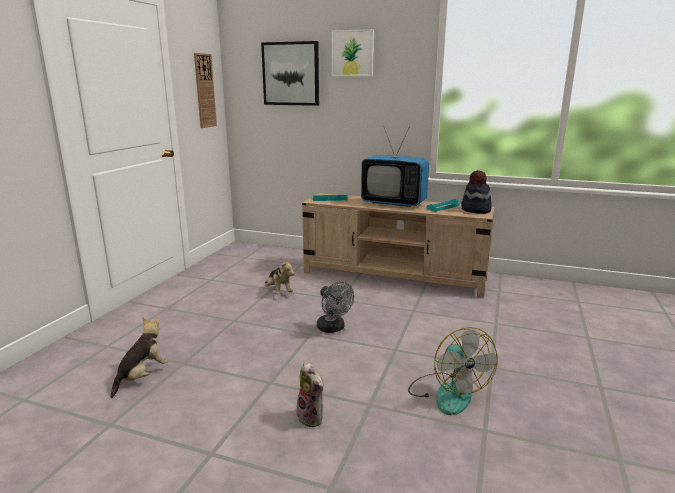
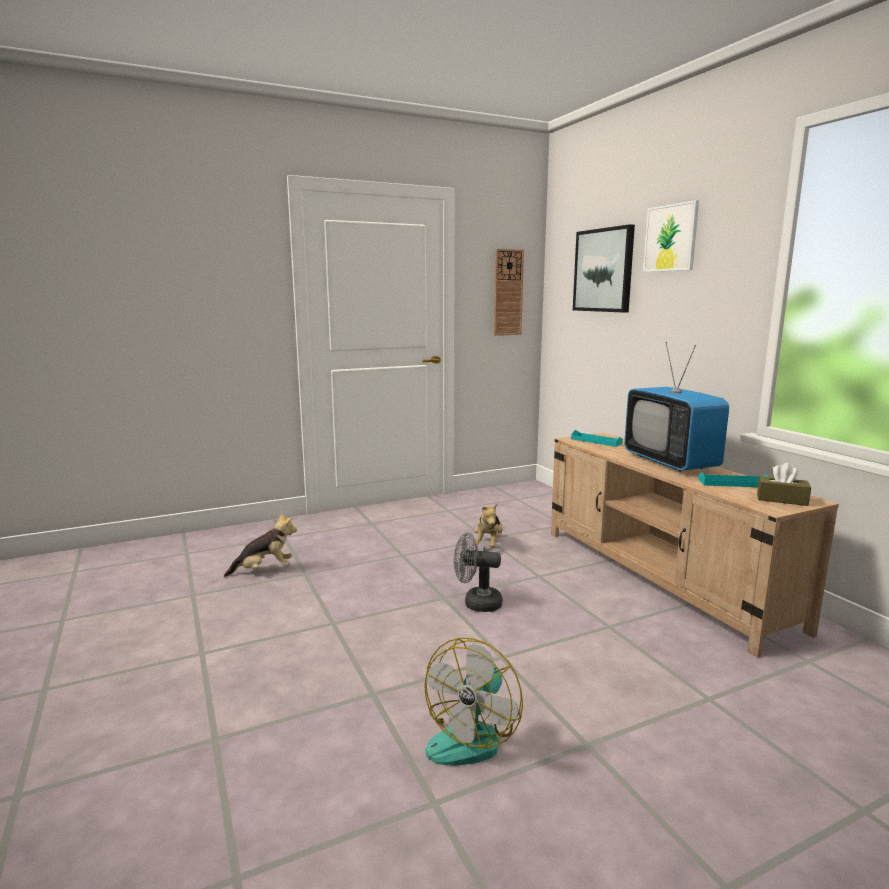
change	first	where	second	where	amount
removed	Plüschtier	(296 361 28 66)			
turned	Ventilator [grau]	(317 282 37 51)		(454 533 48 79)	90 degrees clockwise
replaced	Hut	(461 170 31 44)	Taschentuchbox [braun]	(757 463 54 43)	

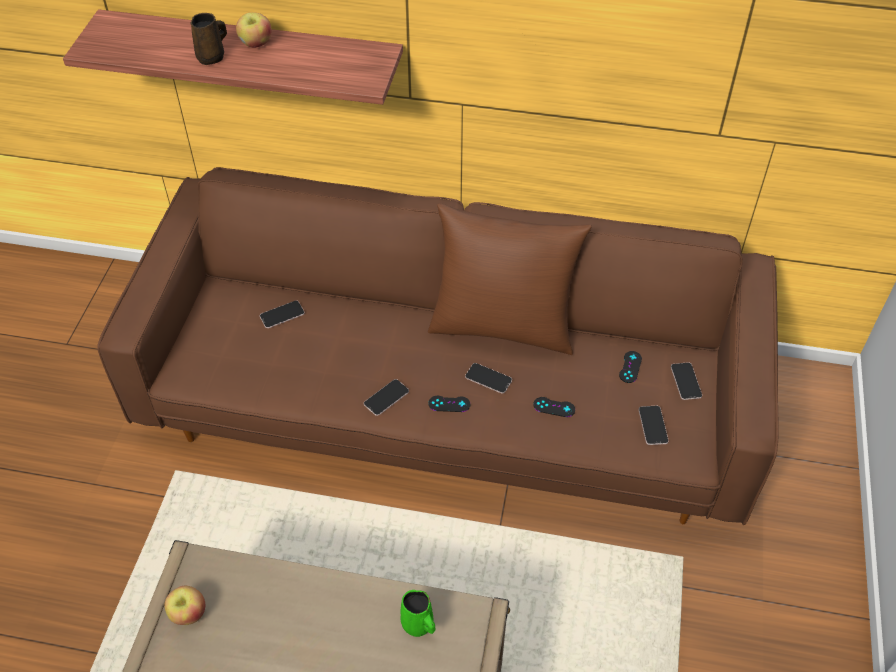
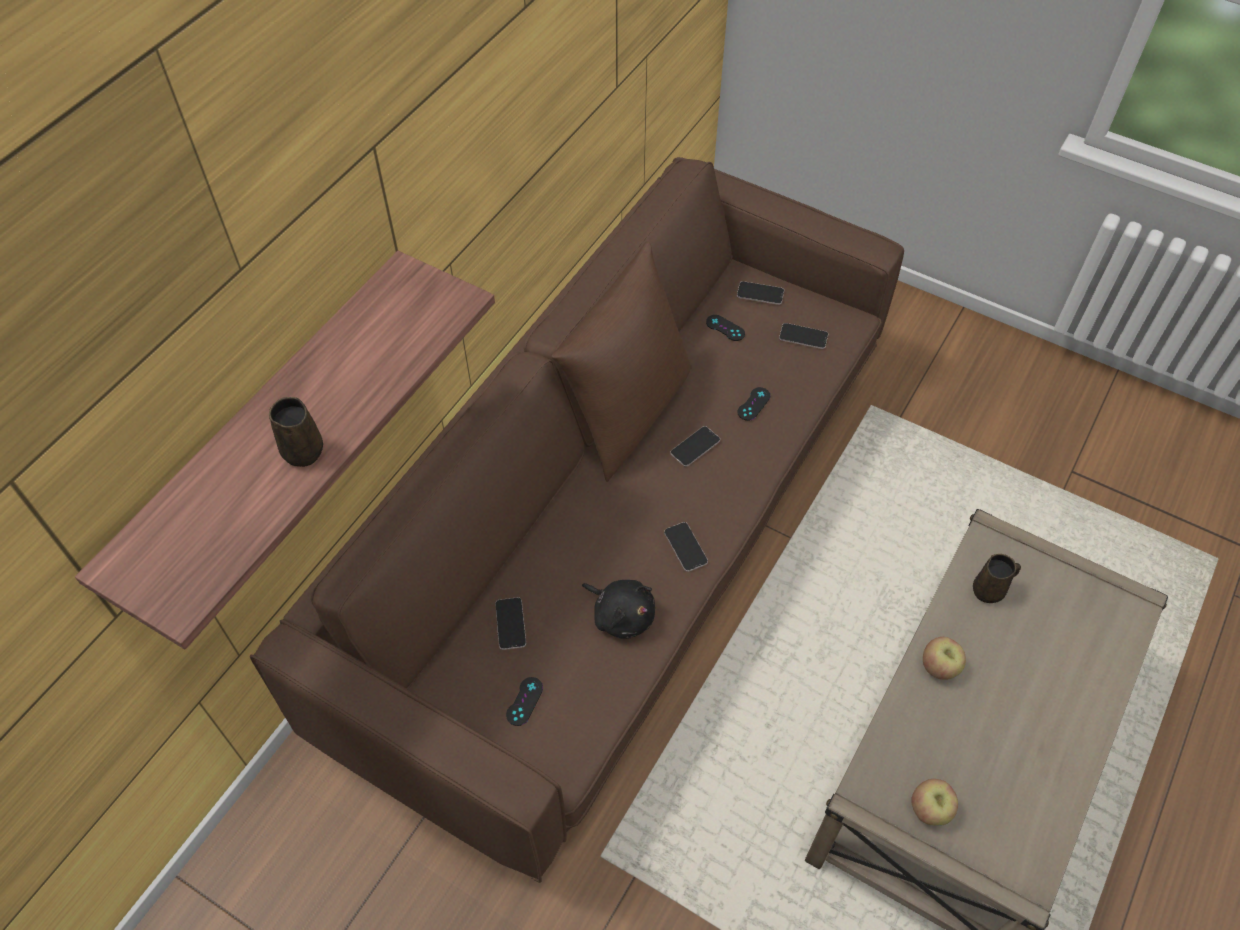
change	first	where	second	where	amount
moved	Apfel	(236 12 36 36)		(923 637 43 43)	
recoloured	Henkelbecher [grün]	(401 590 34 47)	Henkelbecher [braun]	(973 554 48 49)	
moved	Gamepad [schwarz]	(428 396 42 16)		(506 677 37 49)	
added			Plüschtier [schwarz]	(582 580 73 59)	

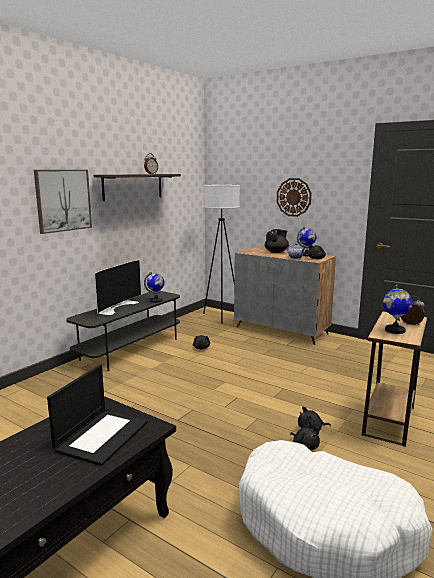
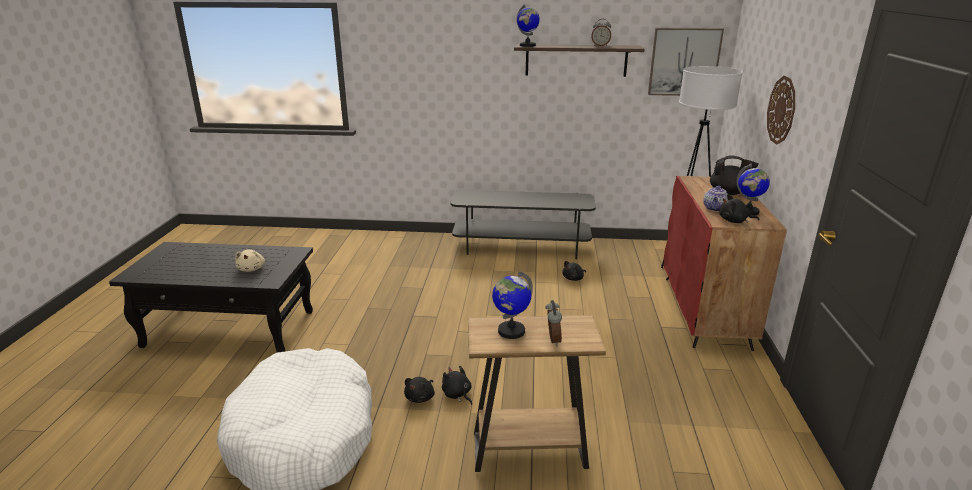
change	first	where	second	where	amount
moved	Bild	(34 170 58 64)		(648 28 76 68)	
replaced	Laptop	(47 364 101 102)	Plüschtier [beige]	(235 249 30 23)	
removed	Fernseher	(94 260 47 55)			
moved	Globus	(144 272 21 31)		(517 4 23 43)	
recoloured	Schrank [grau]	(234 247 102 98)	Schrank [rot]	(664 176 123 175)	

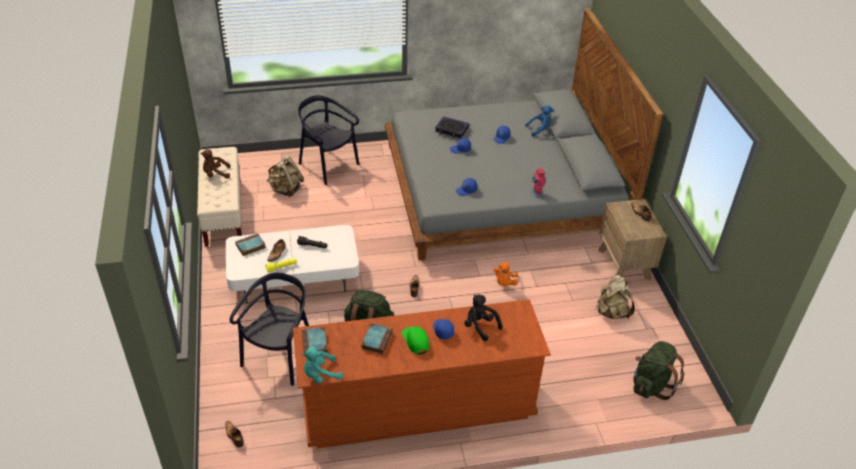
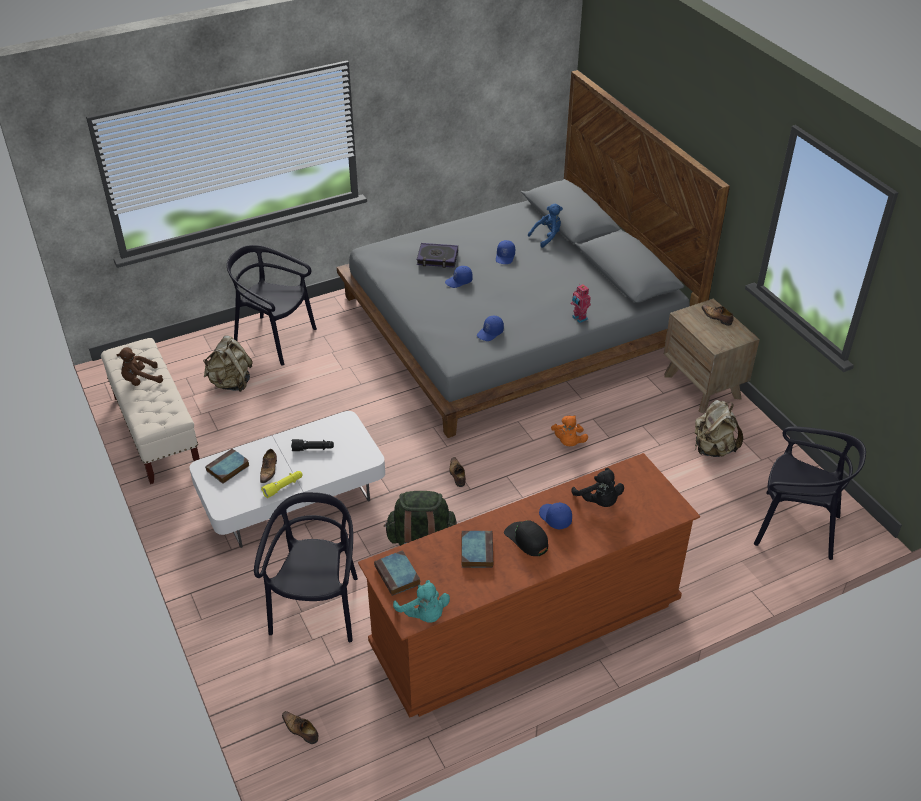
change	first	where	second	where	amount
turned	Plüschtier [türkis]	(302 346 41 38)		(393 580 57 43)	90 degrees counterclockwise
recoloured	Kappe [grün]	(402 327 27 27)	Kappe [schwarz]	(504 520 44 36)	
turned	Plüschtier [schwarz]	(464 294 39 47)		(571 468 53 39)	150 degrees counterclockwise
replaced	Rucksack [grün]	(633 341 51 59)	Stuhl [schwarz]	(754 426 112 134)	

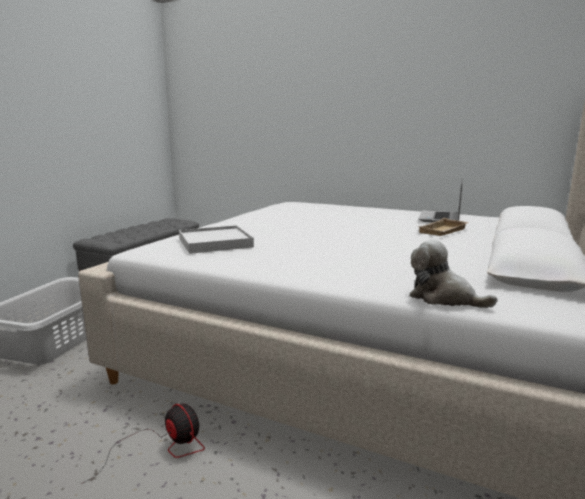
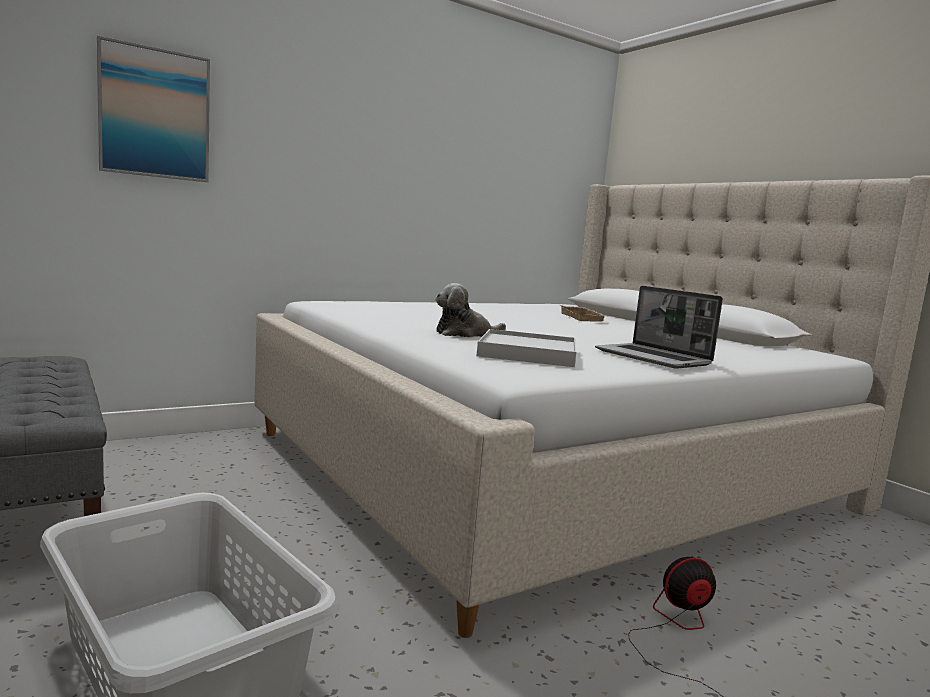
change	first	where	second	where	amount
moved	Plüschtier	(409 240 89 68)		(435 283 71 54)	
moved	Laptop	(418 180 44 43)		(595 286 128 83)	
added			Bild	(97 36 113 146)	

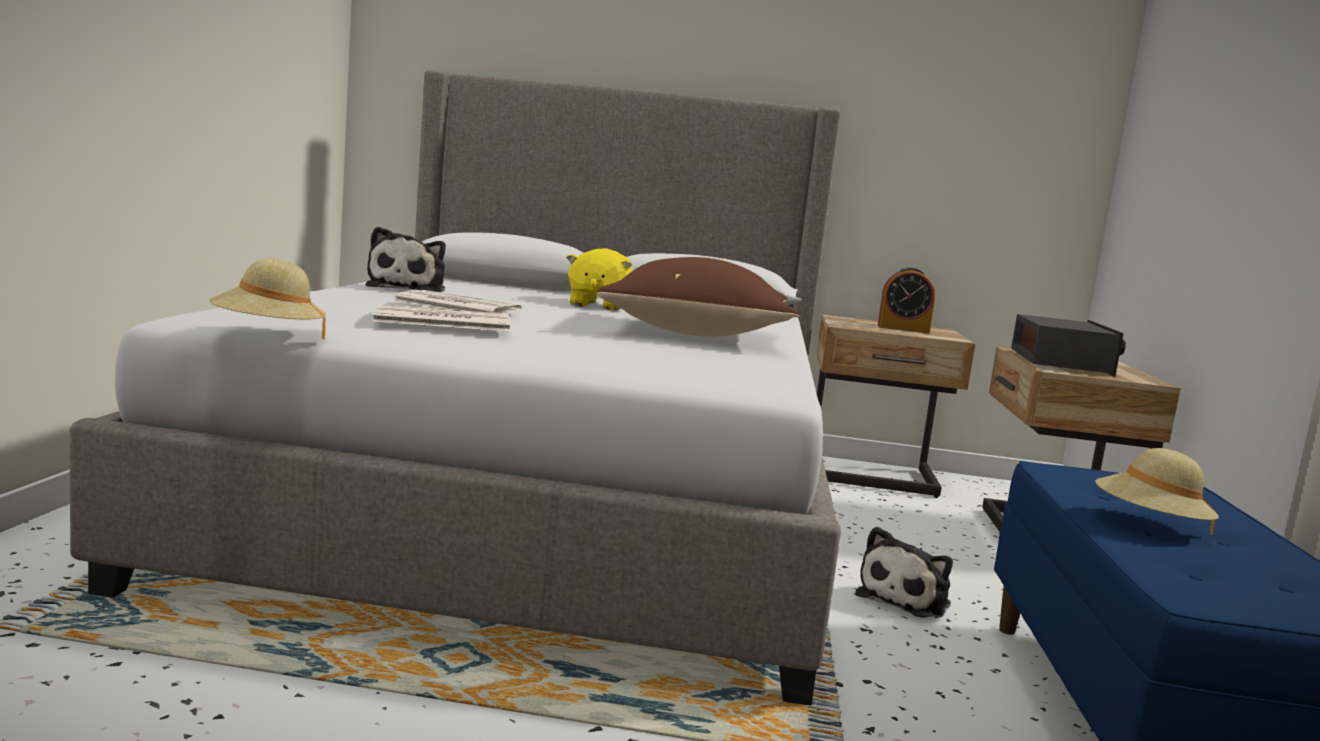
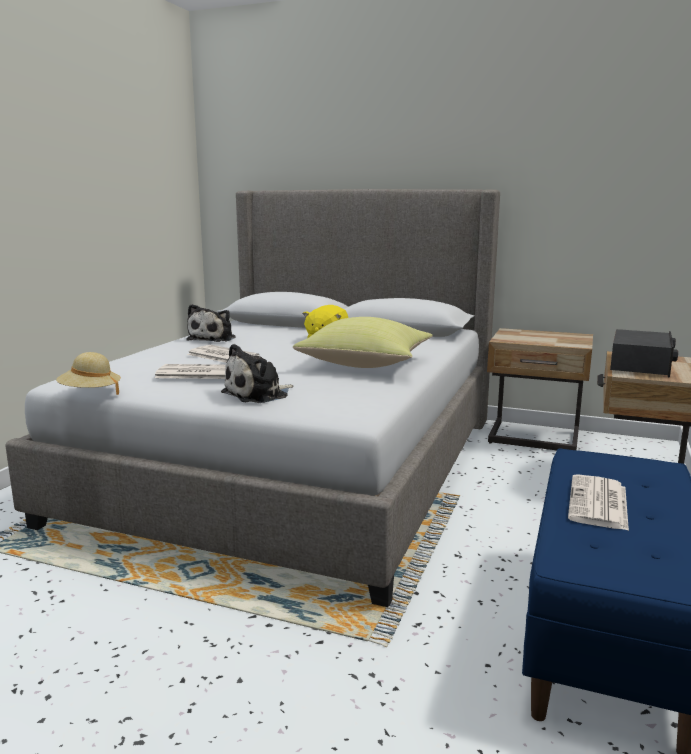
change	first	where	second	where	amount
recoloured	Kissen [braun]	(597 257 202 80)	Kissen [gelb]	(293 317 140 51)	
moved	Plüschtier	(855 526 98 92)		(221 344 72 59)	
removed	Wecker	(878 267 57 67)			
replaced	Hut [beige]	(1095 448 124 87)	Zeitung	(568 474 61 57)	

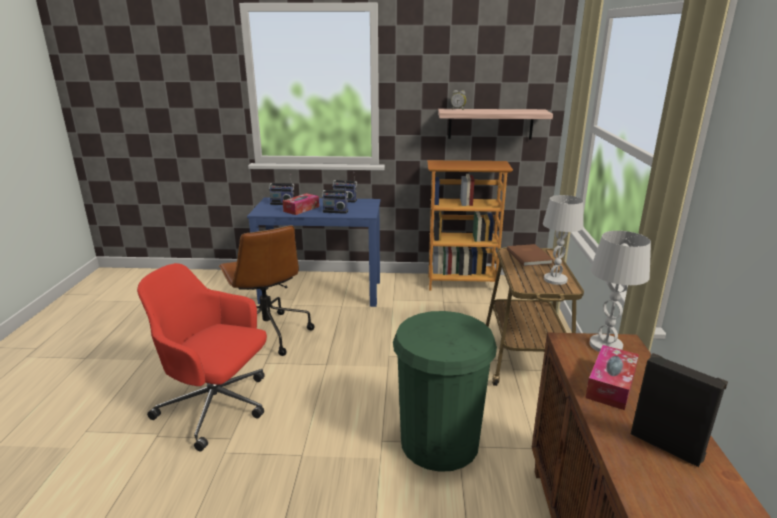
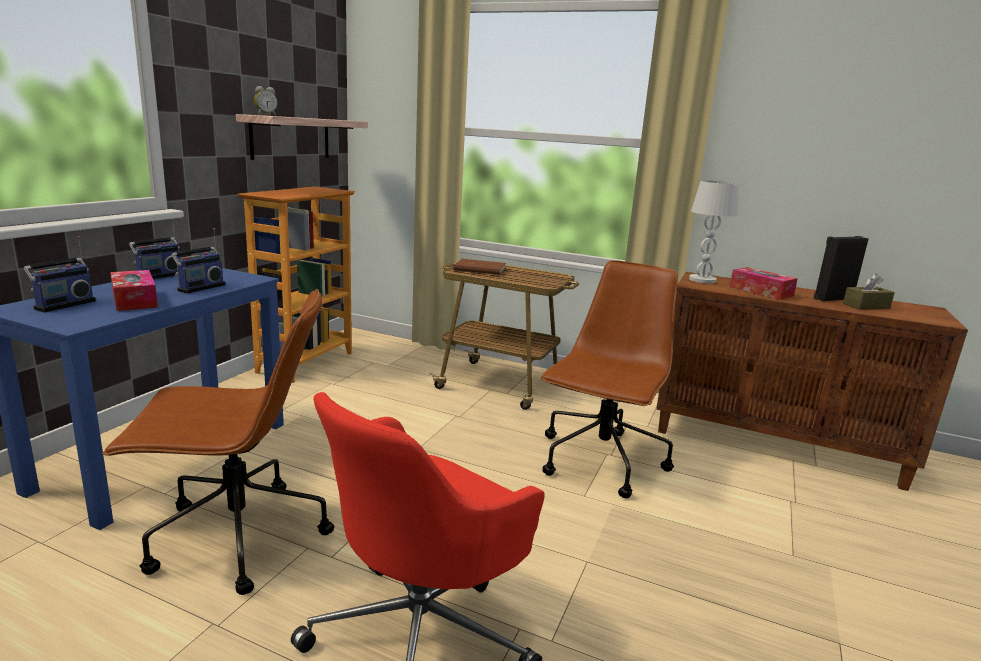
change	first	where	second	where	amount
replaced	Mülleimer [grün]	(393 311 104 161)	Bürostuhl [braun]	(541 260 137 239)	
removed	Tischlampe [weiß]	(543 195 41 90)			
added			Taschentuchbox [braun]	(843 274 52 36)	

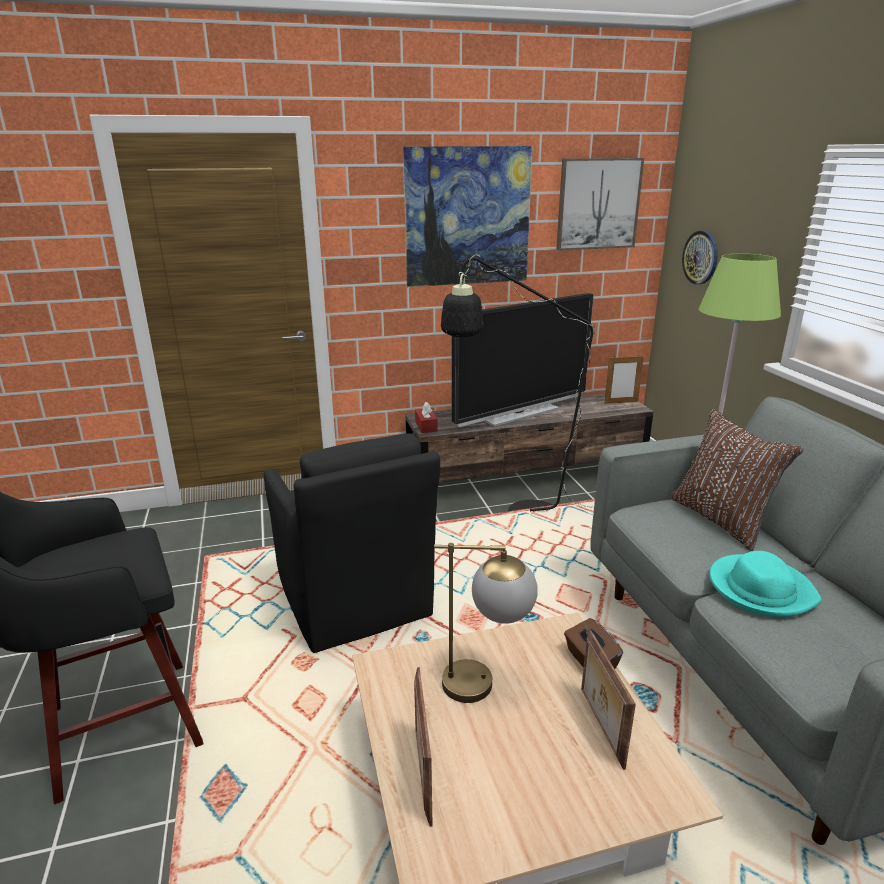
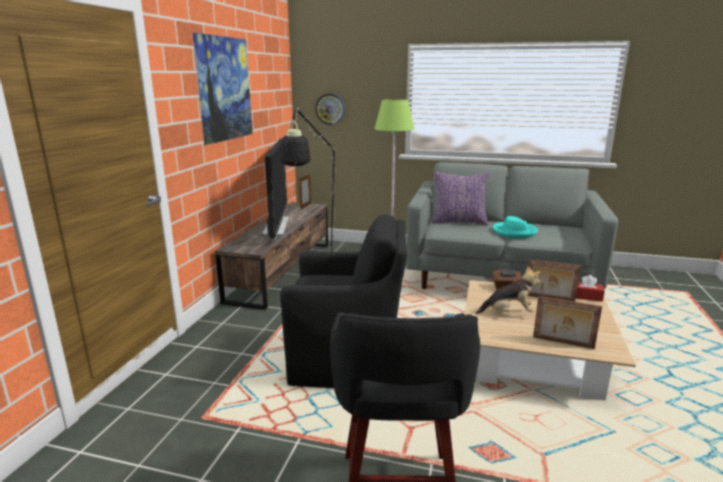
change	first	where	second	where	amount
moved	Taschentuchbox [rot]	(415 402 22 31)		(576 275 29 27)	
replaced	Tischlampe	(434 543 104 160)	Plüschtier	(476 266 64 48)	
removed	Bild	(556 158 88 93)			
recoloured	Kissen [braun]	(670 409 134 142)	Kissen [lila]	(431 172 59 53)	

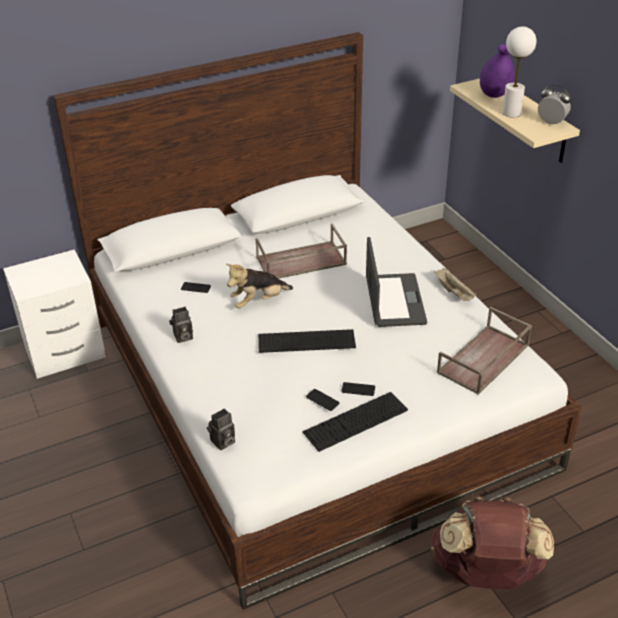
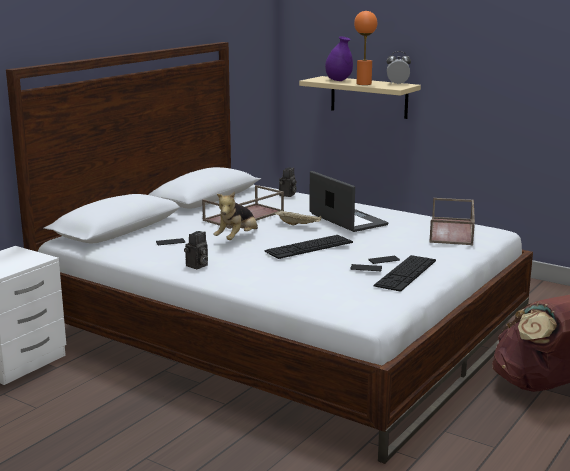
change	first	where	second	where	amount
moved	Kamera	(207 408 28 42)		(279 167 18 30)	
moved	Tablett [beige]	(433 268 44 33)		(274 210 48 15)	
recoloured	Tischlampe [weiß]	(502 26 34 92)	Tischlampe [orange]	(354 11 23 74)	

